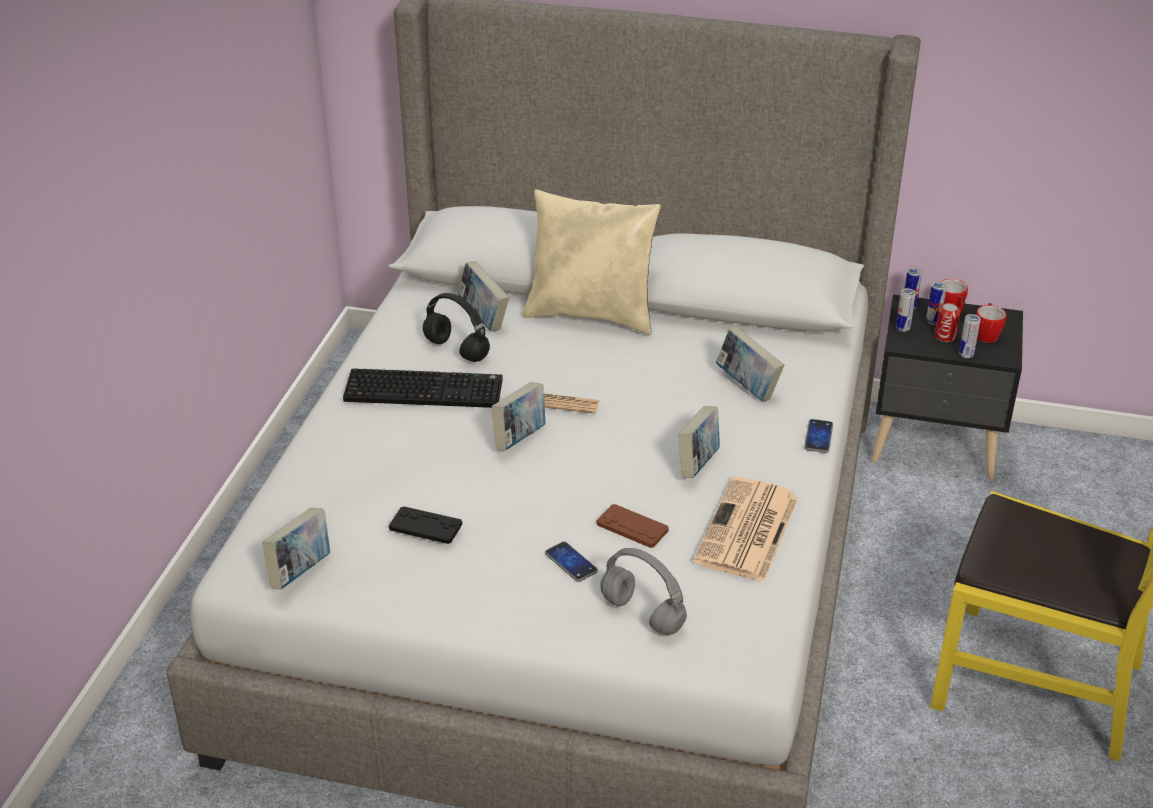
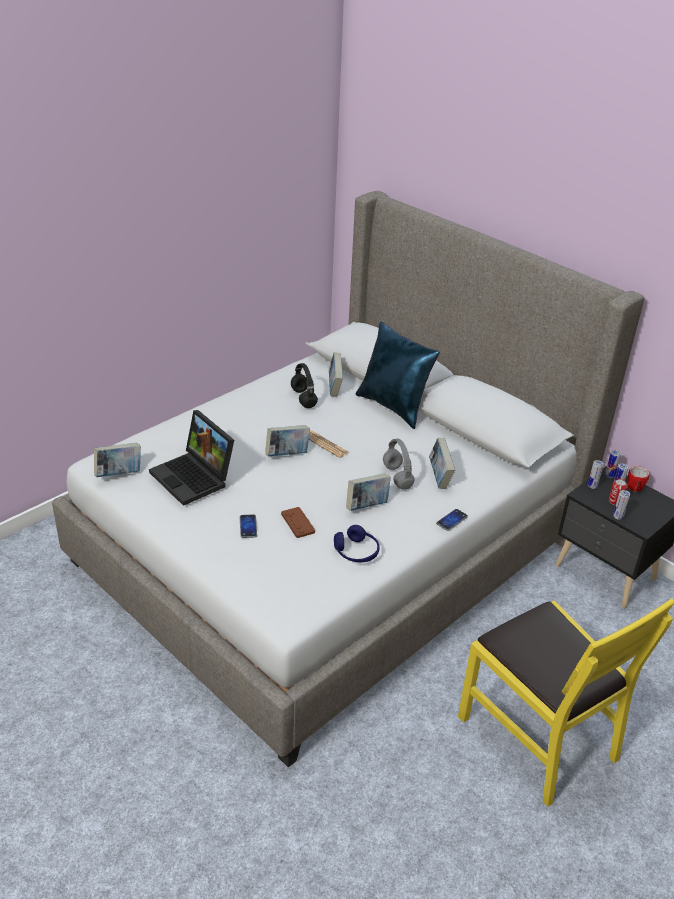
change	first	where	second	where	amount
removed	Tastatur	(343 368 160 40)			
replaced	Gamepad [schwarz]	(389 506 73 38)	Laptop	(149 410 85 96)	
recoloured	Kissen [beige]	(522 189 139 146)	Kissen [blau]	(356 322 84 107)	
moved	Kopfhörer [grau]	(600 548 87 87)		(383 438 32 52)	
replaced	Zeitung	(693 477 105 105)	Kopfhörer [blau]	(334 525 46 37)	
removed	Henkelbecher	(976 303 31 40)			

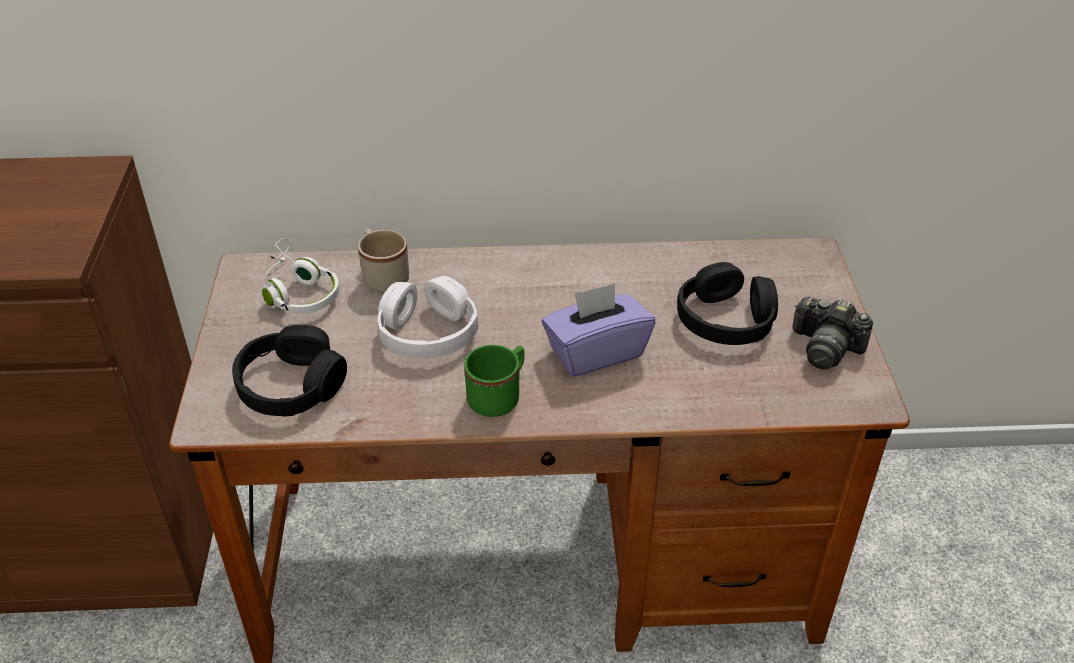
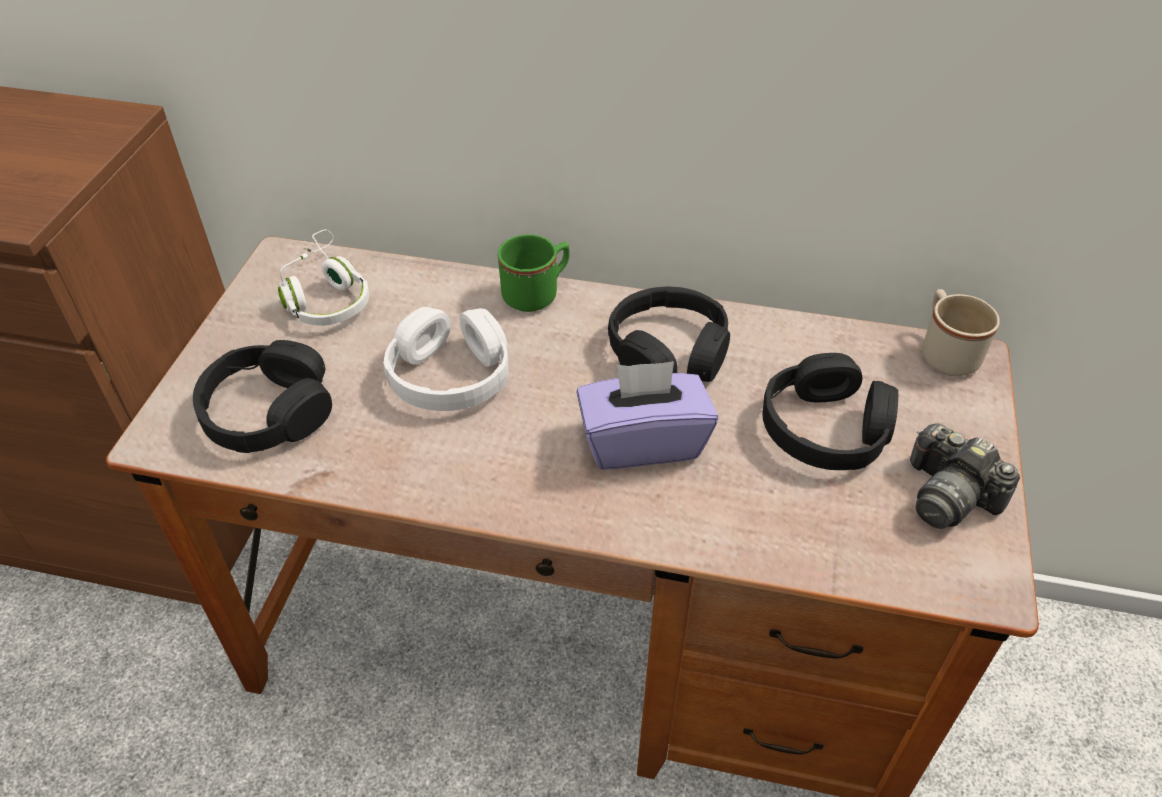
change	first	where	second	where	amount
moved	Henkelbecher [beige]	(358 229 51 64)		(922 289 78 87)	
moved	Henkelbecher [grün]	(464 345 60 72)		(498 234 72 78)	
added			Kopfhörer [schwarz]	(608 287 122 95)	

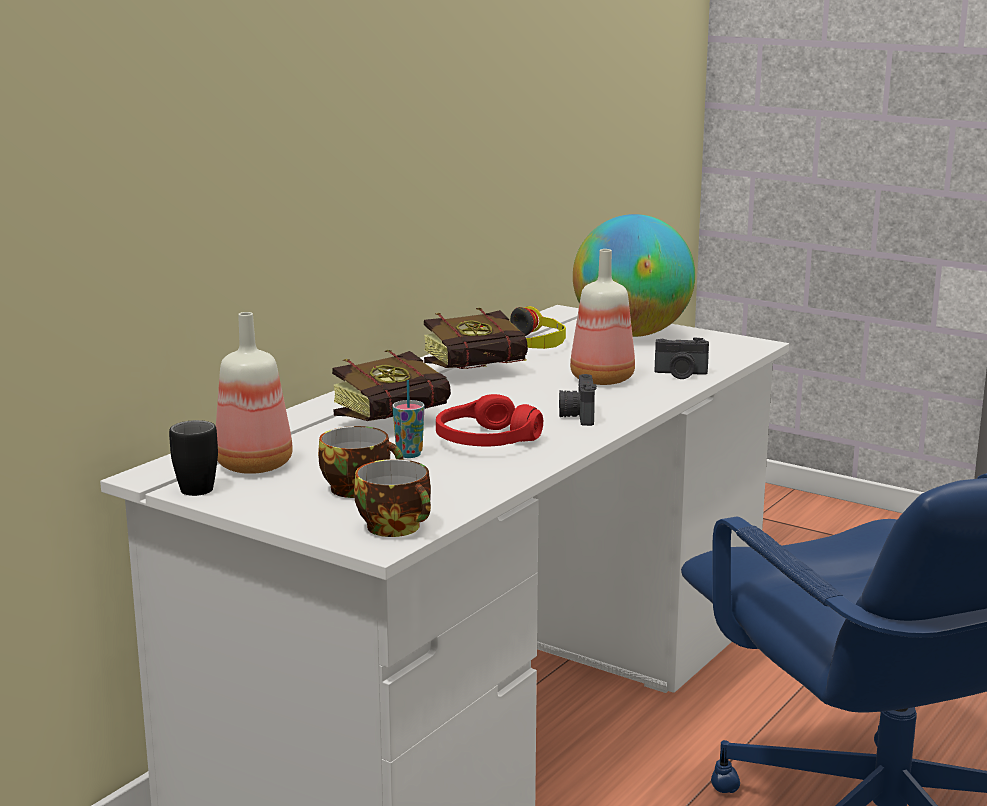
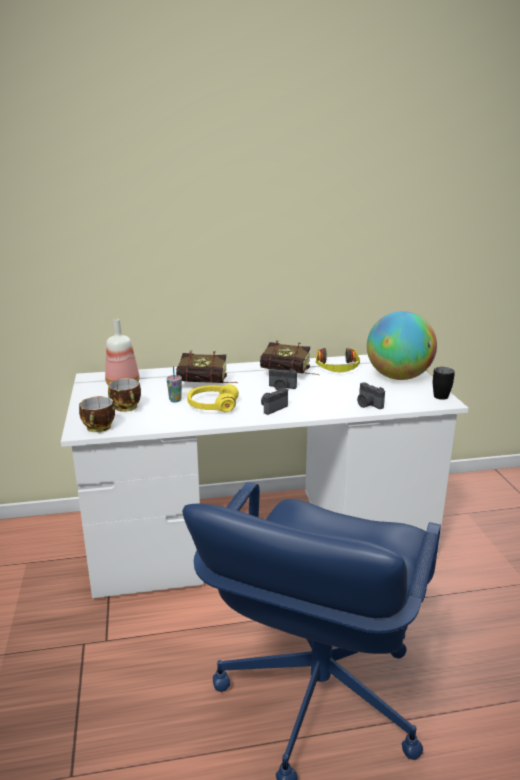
change	first	where	second	where	amount
moved	Henkelbecher [schwarz]	(169 420 49 76)		(433 367 22 33)	
recoloured	Kopfhörer [rot]	(436 394 107 53)	Kopfhörer [gelb]	(187 384 52 28)	
removed	Flasche	(570 249 65 136)			
added			Kamera	(269 369 28 21)	

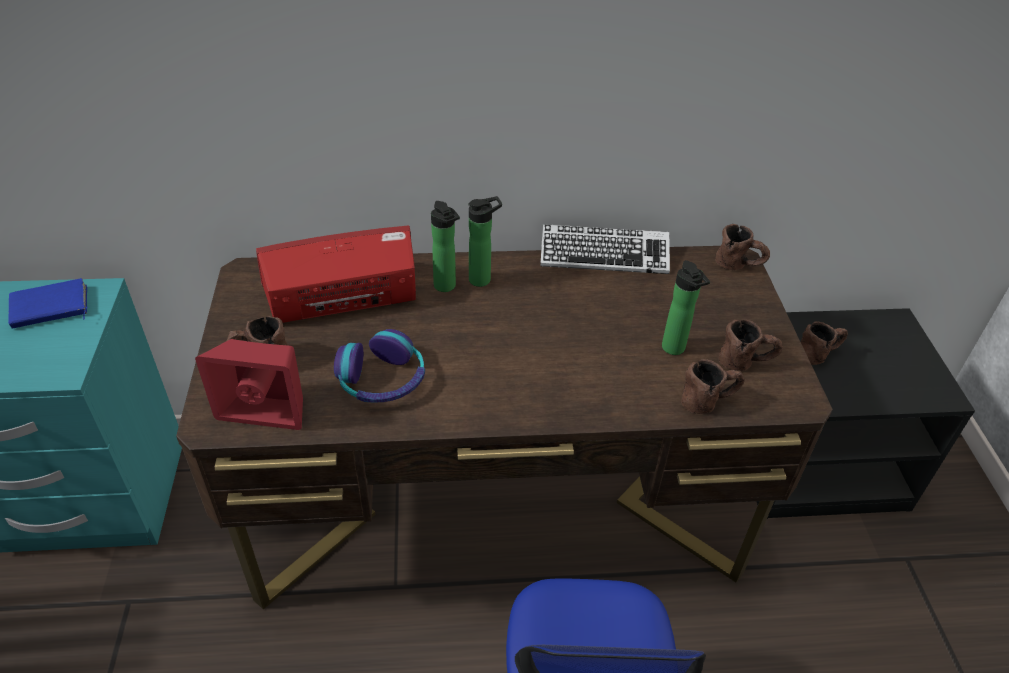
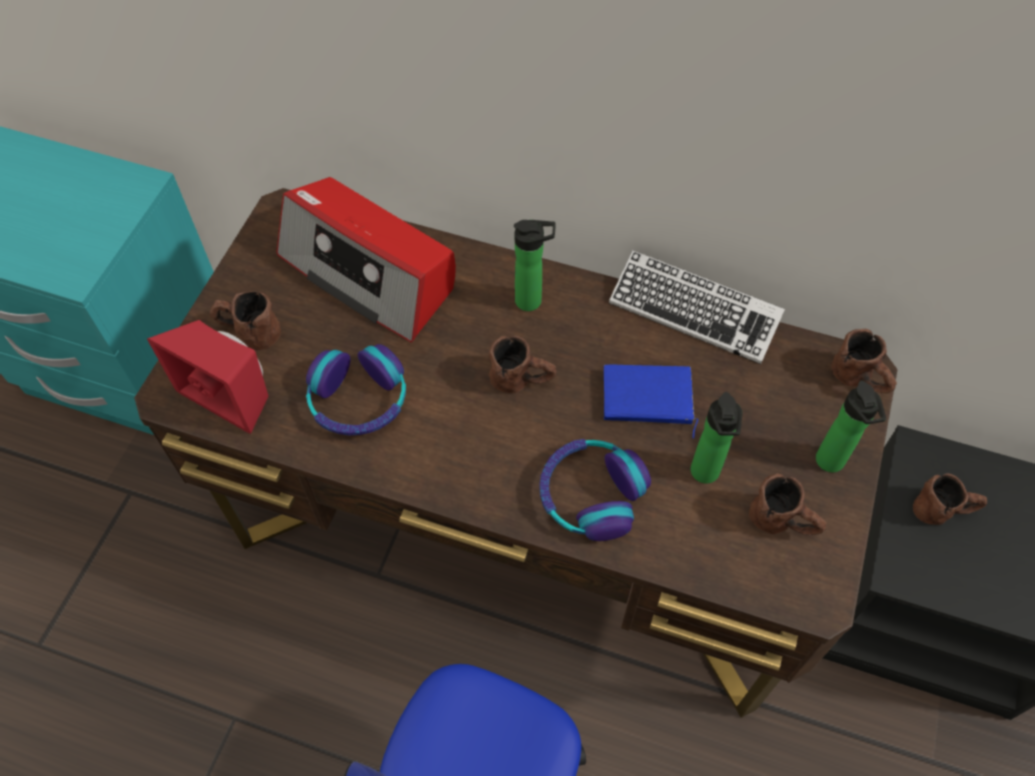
change	first	where	second	where	amount
moved	Buch [blau]	(8 278 79 50)		(604 364 94 74)	
turned	Radio	(256 226 160 97)		(276 177 180 166)	150 degrees counterclockwise
moved	Flasche	(431 201 29 91)		(816 381 70 91)	
moved	Henkelbecher [braun]	(681 359 64 55)		(489 336 68 57)	
added			Kopfhörer	(539 439 112 102)	

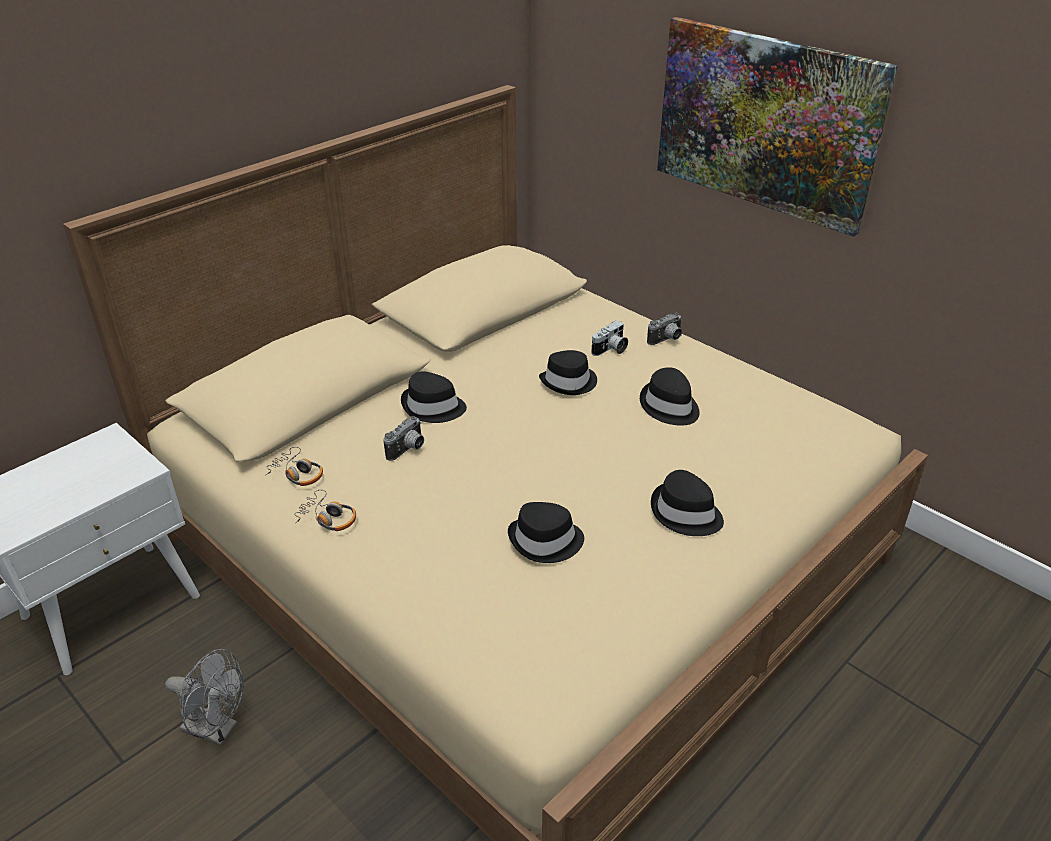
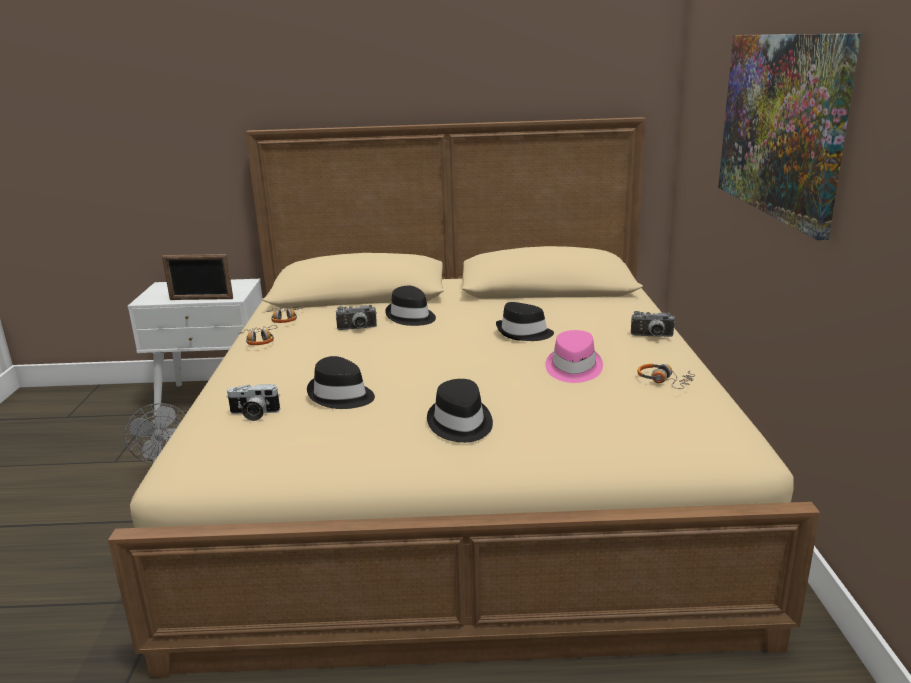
change	first	where	second	where	amount
moved	Kamera	(591 320 37 36)		(226 384 54 37)	
recoloured	Hut [schwarz]	(640 367 60 59)	Hut [rosa]	(545 330 58 53)	
added			Bilderrahmen	(162 254 71 46)	
added			Kopfhörer	(637 364 58 25)	

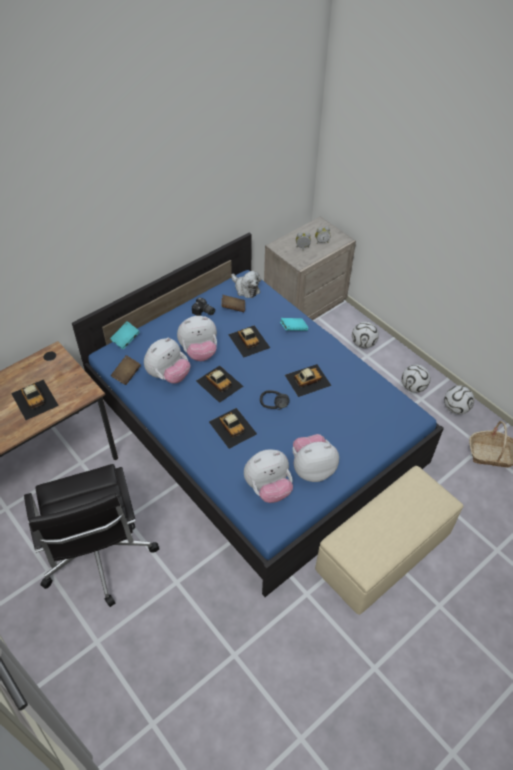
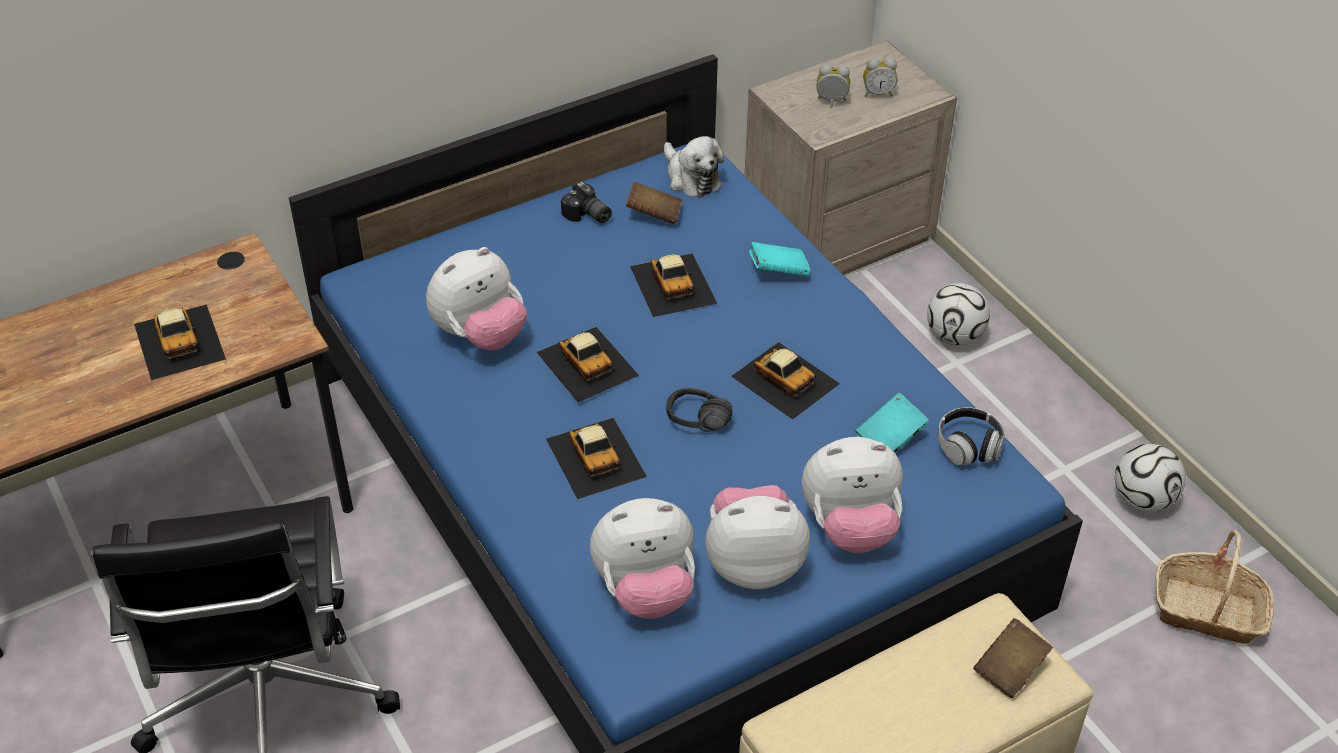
change	first	where	second	where	amount
moved	Buch [türkis]	(110 321 30 28)		(855 393 74 60)	
moved	Buch [braun]	(111 355 30 30)		(973 618 80 80)	
moved	Plüschtier	(177 316 40 45)		(802 437 101 116)	
turned	Spielzeugauto	(285 364 46 33)		(731 342 109 78)	60 degrees clockwise
removed	Fußball	(401 364 30 29)			
added			Kopfhörer	(938 407 67 58)	

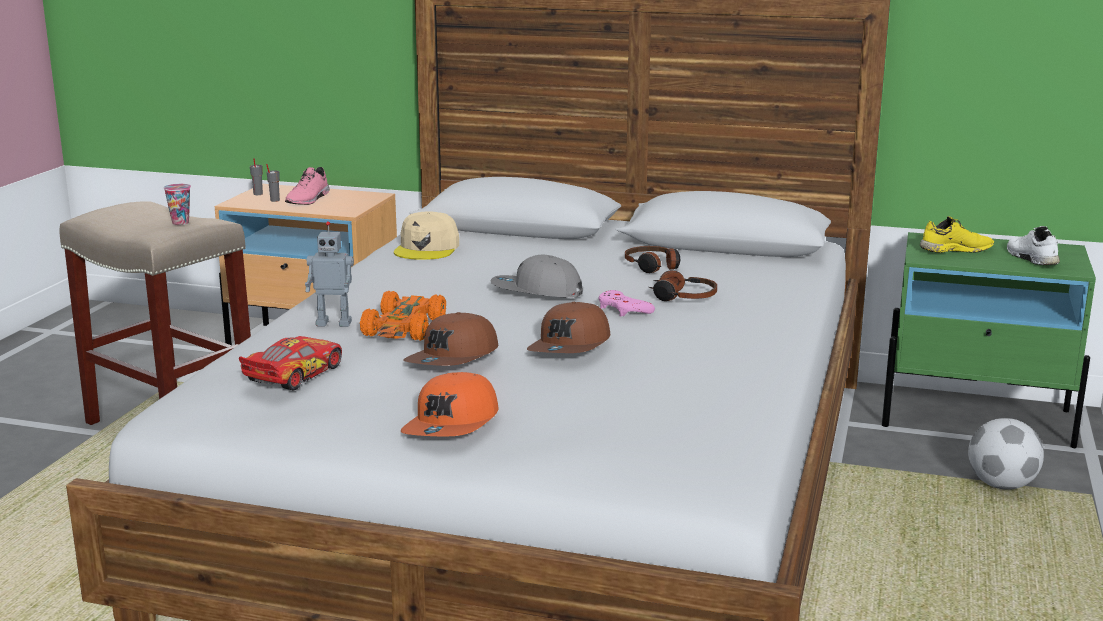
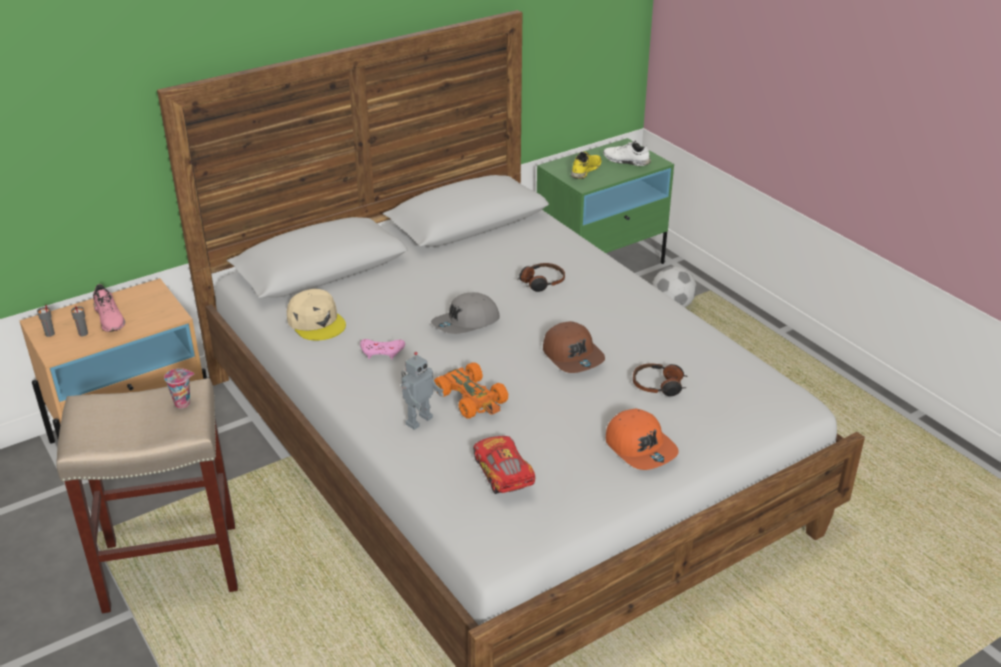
change	first	where	second	where	amount
removed	Kappe [braun]	(404 312 94 54)			
moved	Gamepad [rosa]	(599 290 56 26)		(360 339 45 20)	
moved	Kopfhörer	(625 246 55 27)		(633 363 55 33)	

